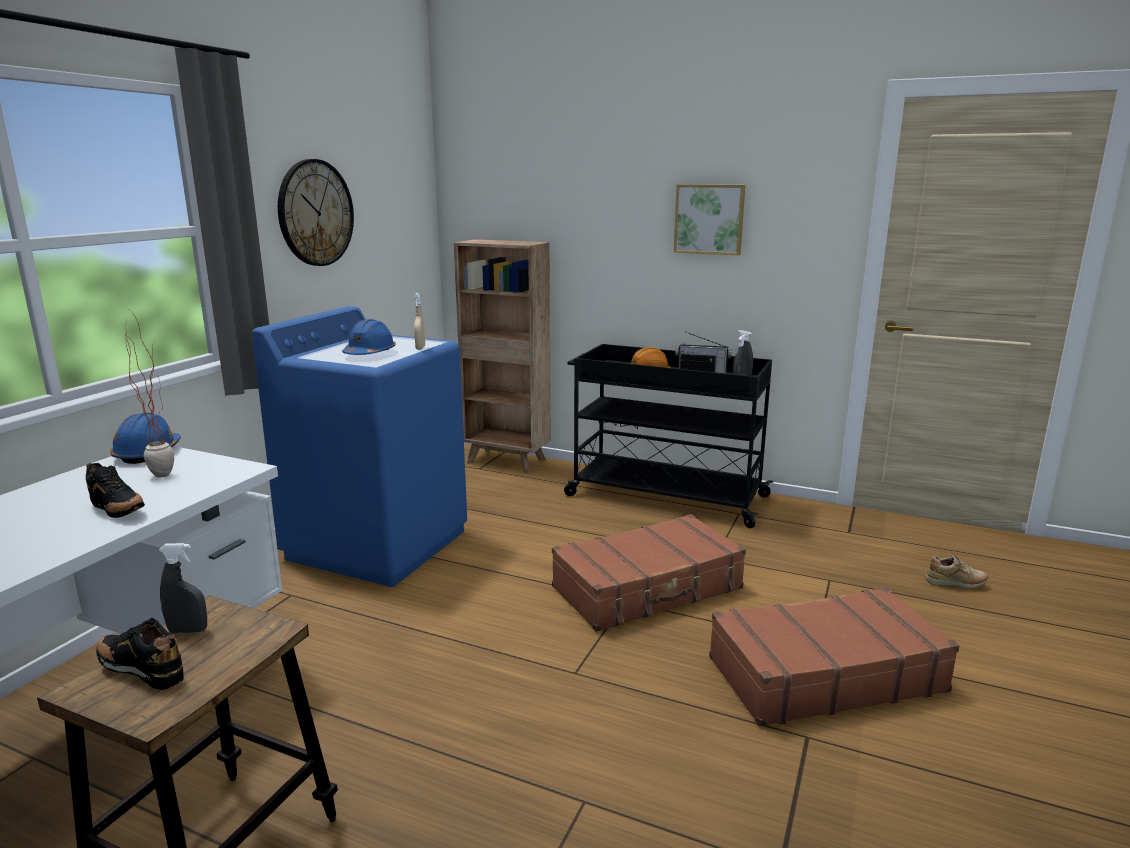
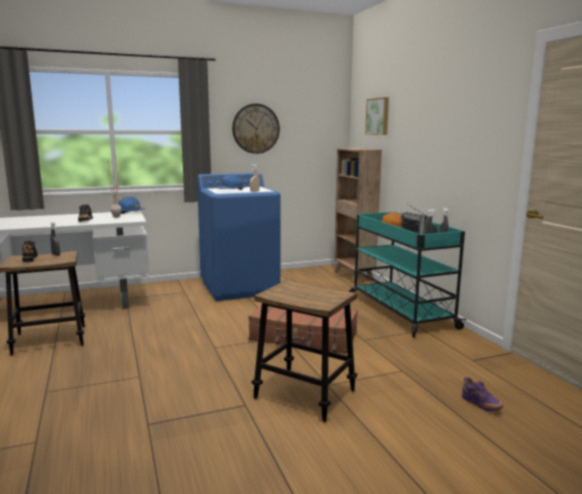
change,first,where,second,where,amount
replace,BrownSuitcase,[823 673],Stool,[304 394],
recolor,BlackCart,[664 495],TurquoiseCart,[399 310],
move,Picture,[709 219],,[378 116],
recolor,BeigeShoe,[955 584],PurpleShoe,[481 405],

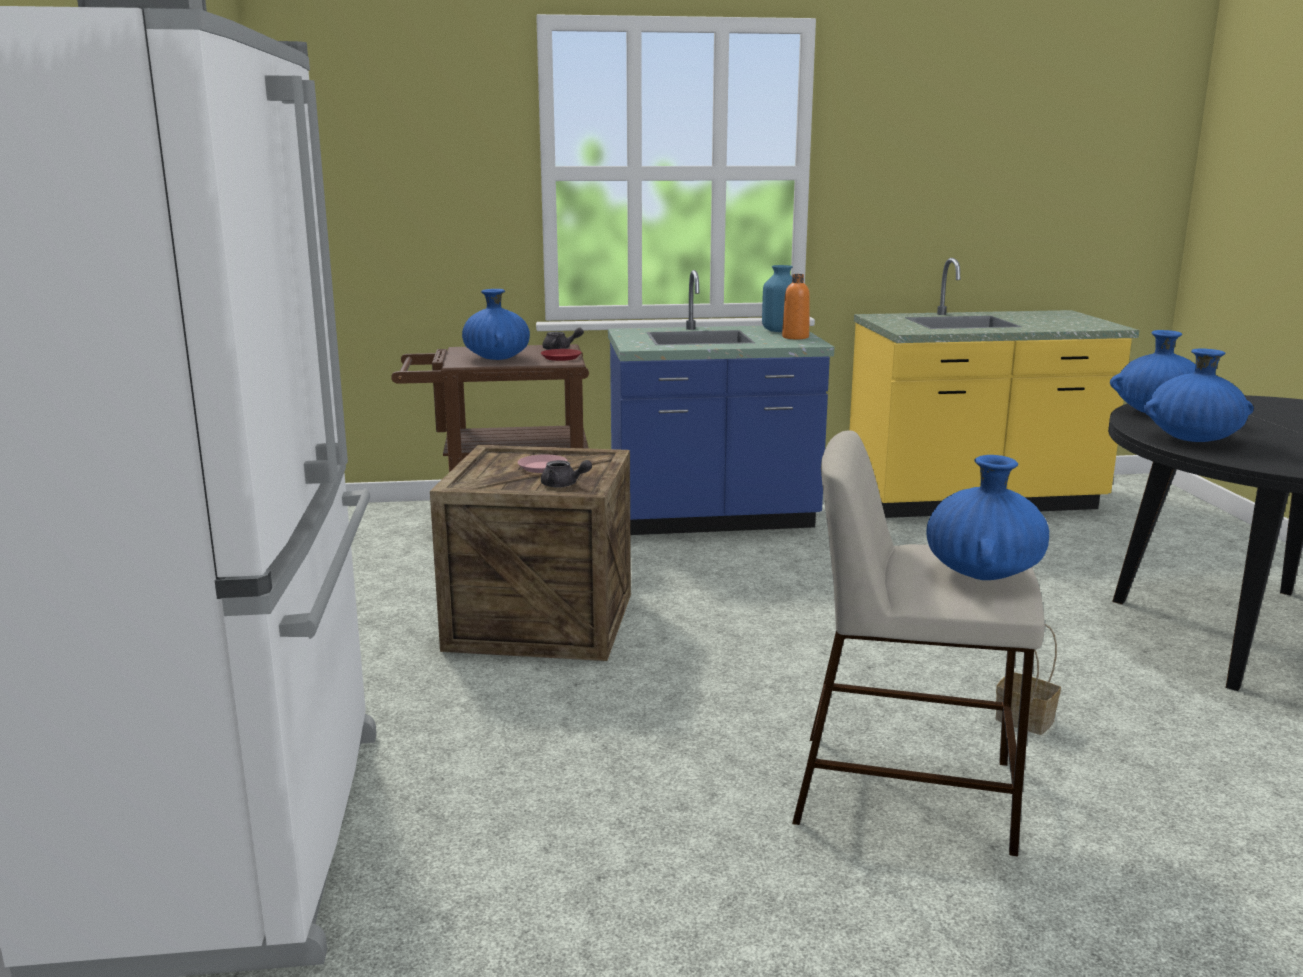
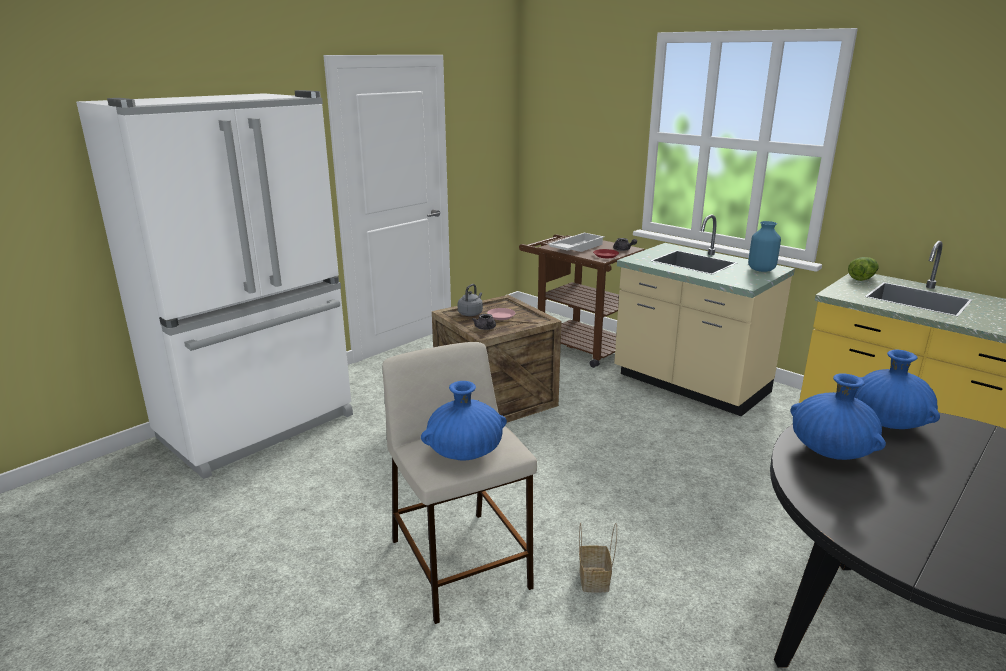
change,first,where,second,where,amount
insert,,,GreyKettle,[471 313],
replace,BlueVase,[496 358],WhiteTray,[575 248],
recolor,BlueCounter,[712 519],BeigeCounter,[689 385],
insert,,,Lettuce,[862 277],
delete,OrangeBottle,[795 337],,,

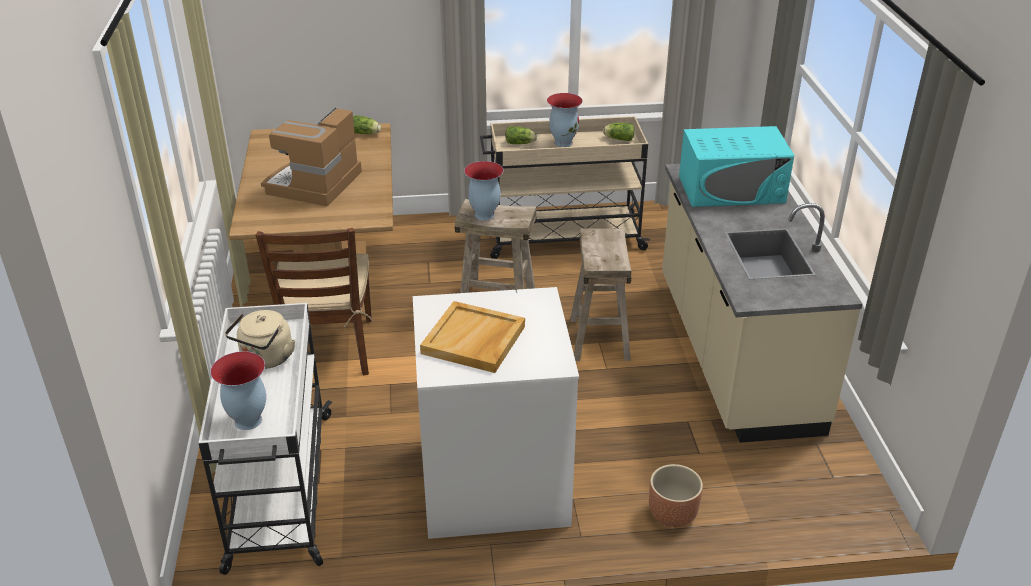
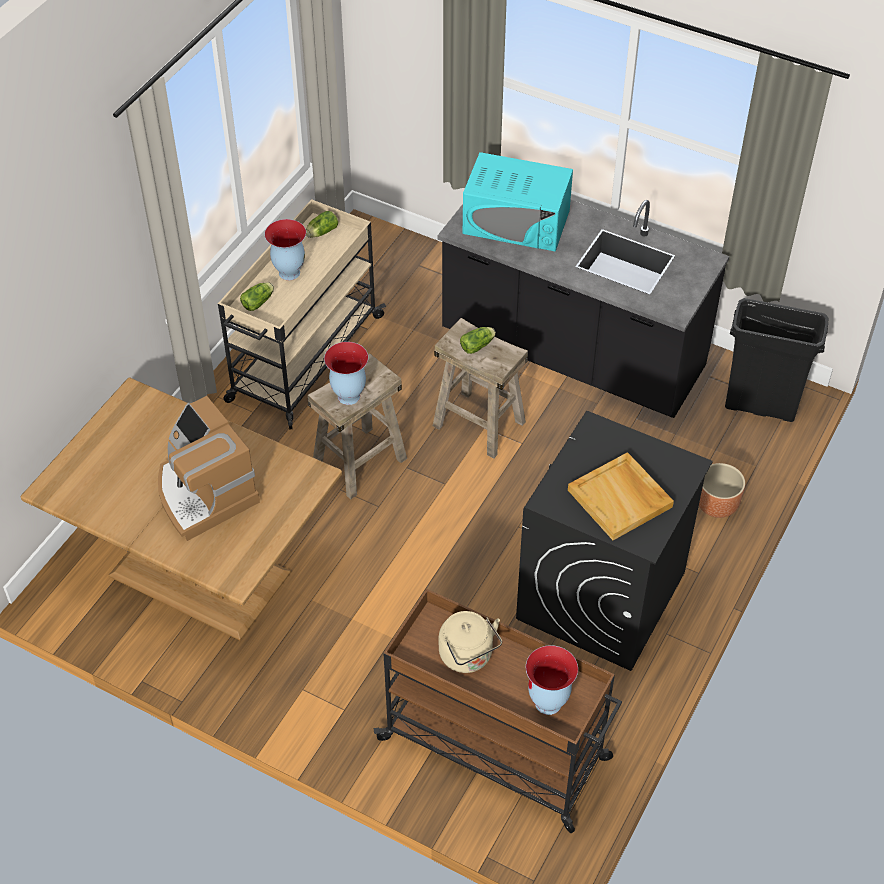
change,first,where,second,where,amount
recolor,WhiteCart,[280 491],BrownCart,[496 750],
recolor,BeigeCounter,[734 353],BlackCounter,[572 353],
move,Lettuce,[366 133],,[478 345],
rotate,TurquoiseMicrowave,[731 189],,[516 222],75 degrees clockwise
recolor,WhiteWashingMachine,[492 483],BlackWashingMachine,[601 596],
insert,,,BlackTrashCan,[761 406],
delete,BrownChair,[328 348],,,

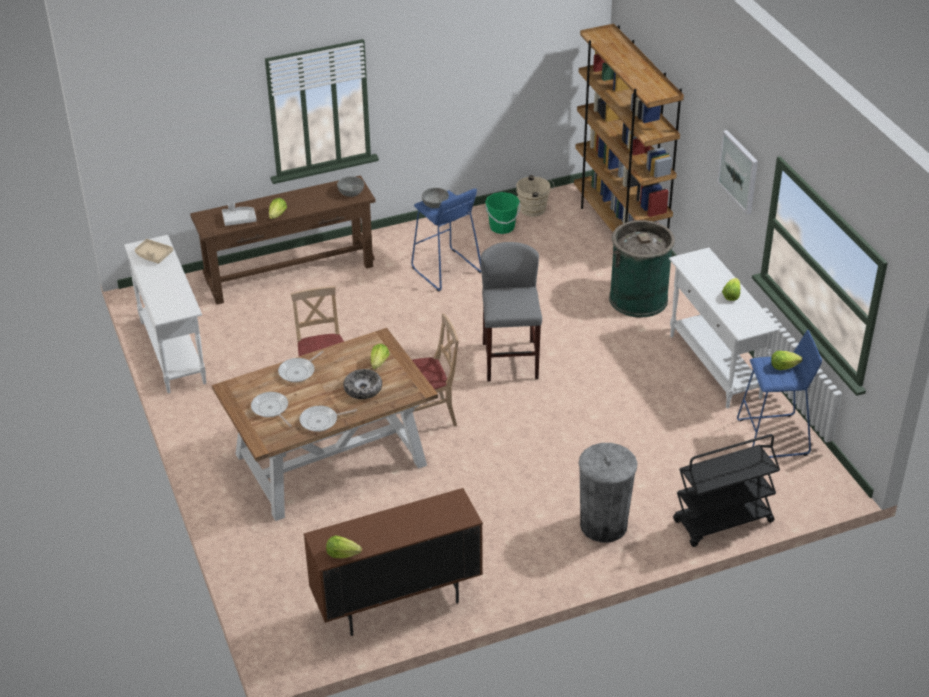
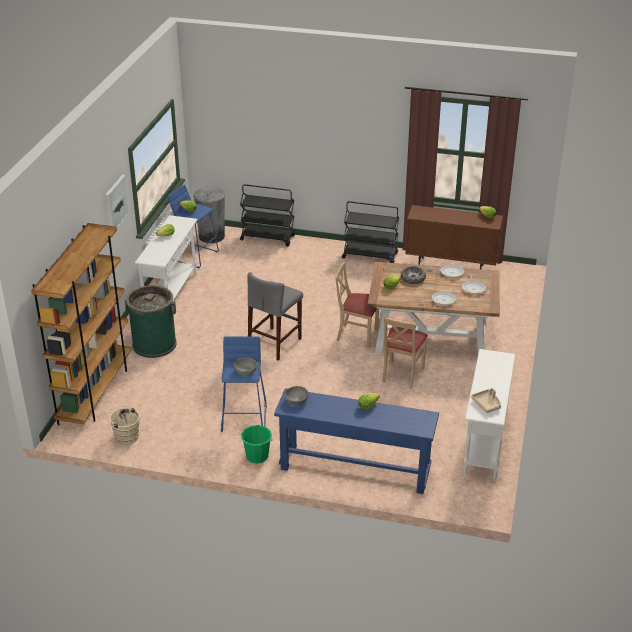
change,first,where,second,where,amount
move,GreyTrashCan,[603 525],,[211 236],
move,GreenBucket,[502 227],,[257 456],
recolor,BrownConsoleTable,[290 274],BlueConsoleTable,[355 469],
insert,,,BlackCart,[370 256],
delete,GreyTray,[239 219],,,

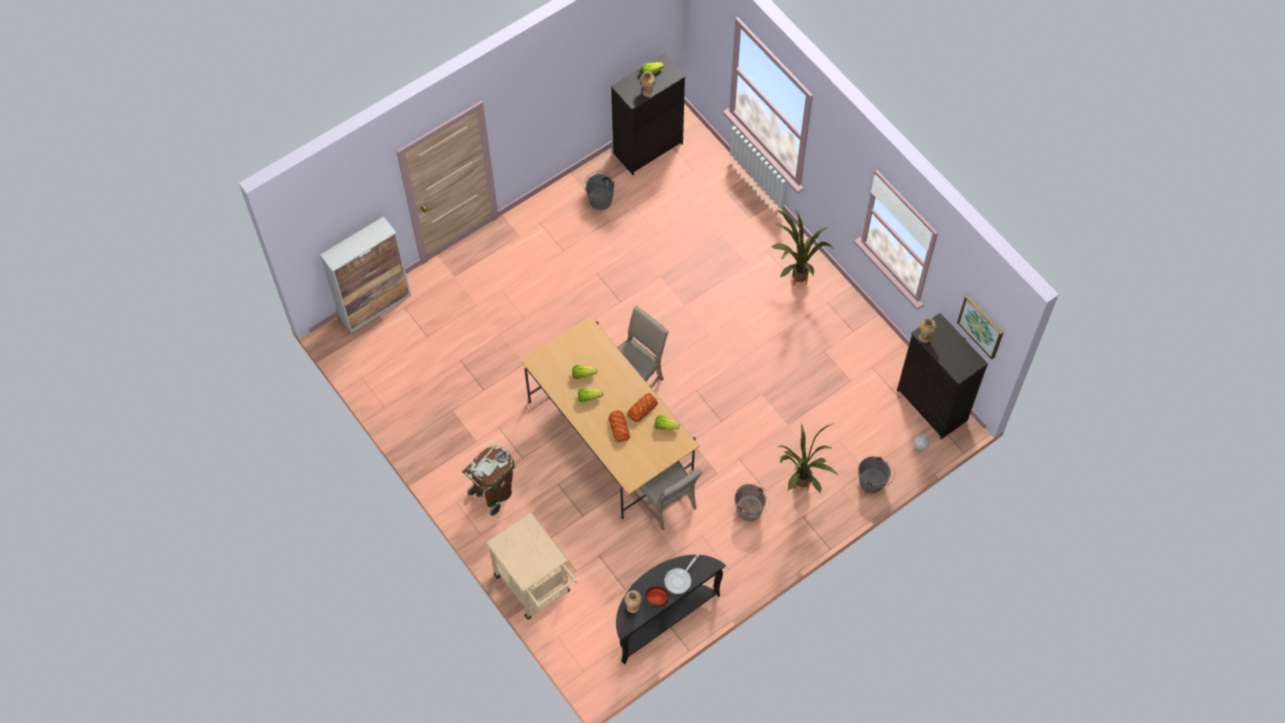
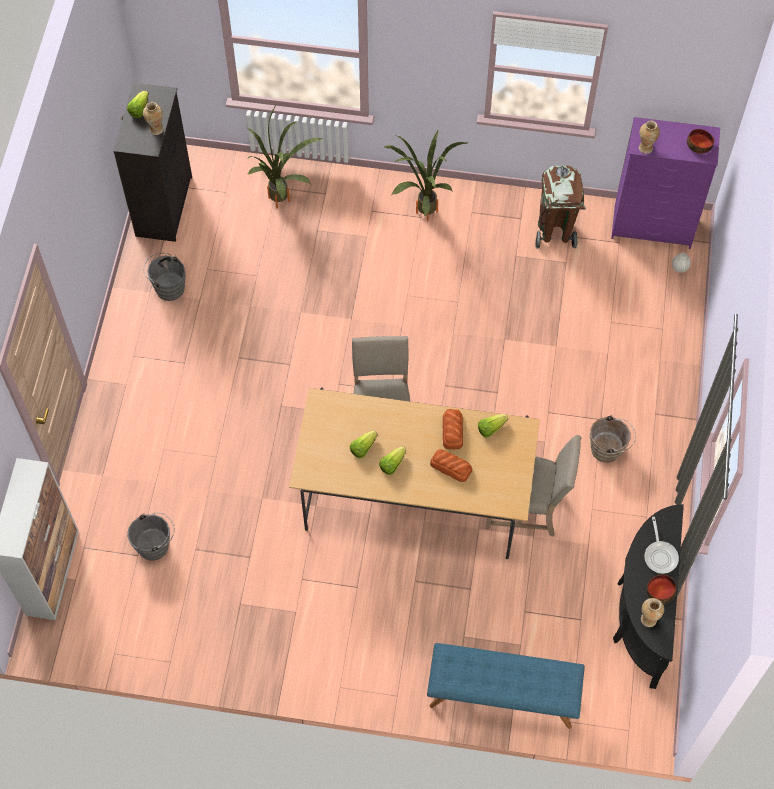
change,first,where,second,where,amount
move,GreyBucket,[873 483],,[156 545],
move,PottedPlant,[799 488],,[280 205],
replace,BeigeCart,[536 588],BlueBench,[502 696],
move,BrownTrashCan,[493 494],,[555 232],
recolor,BlackDresser,[932 406],PurpleDresser,[653 227],
insert,,,Bowl,[699 145],
delete,Picture,[981 326],,,

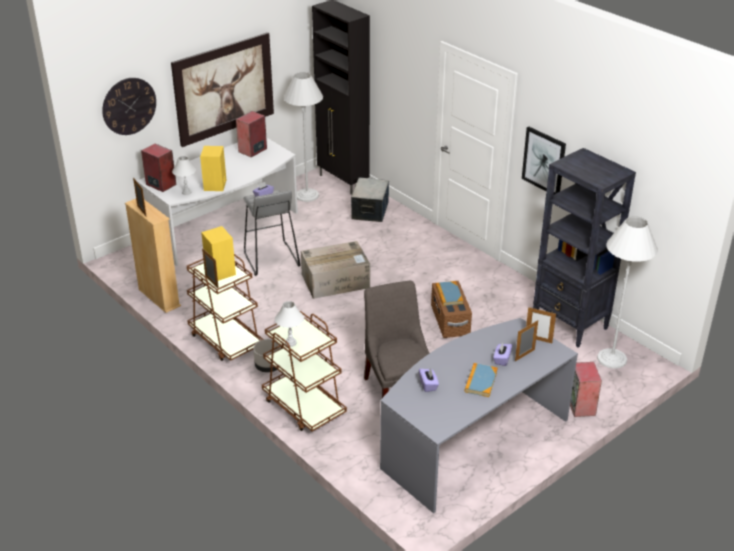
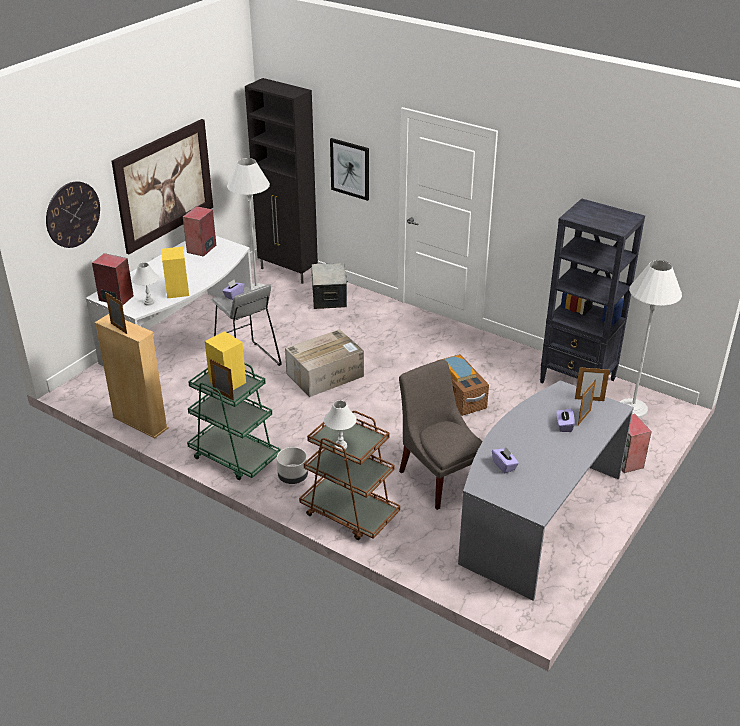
change,first,where,second,where,amount
recolor,BrownCart,[226 340],GreenCart,[234 457],
move,Picture,[544 161],,[350 169],
delete,Book,[480 381],,,

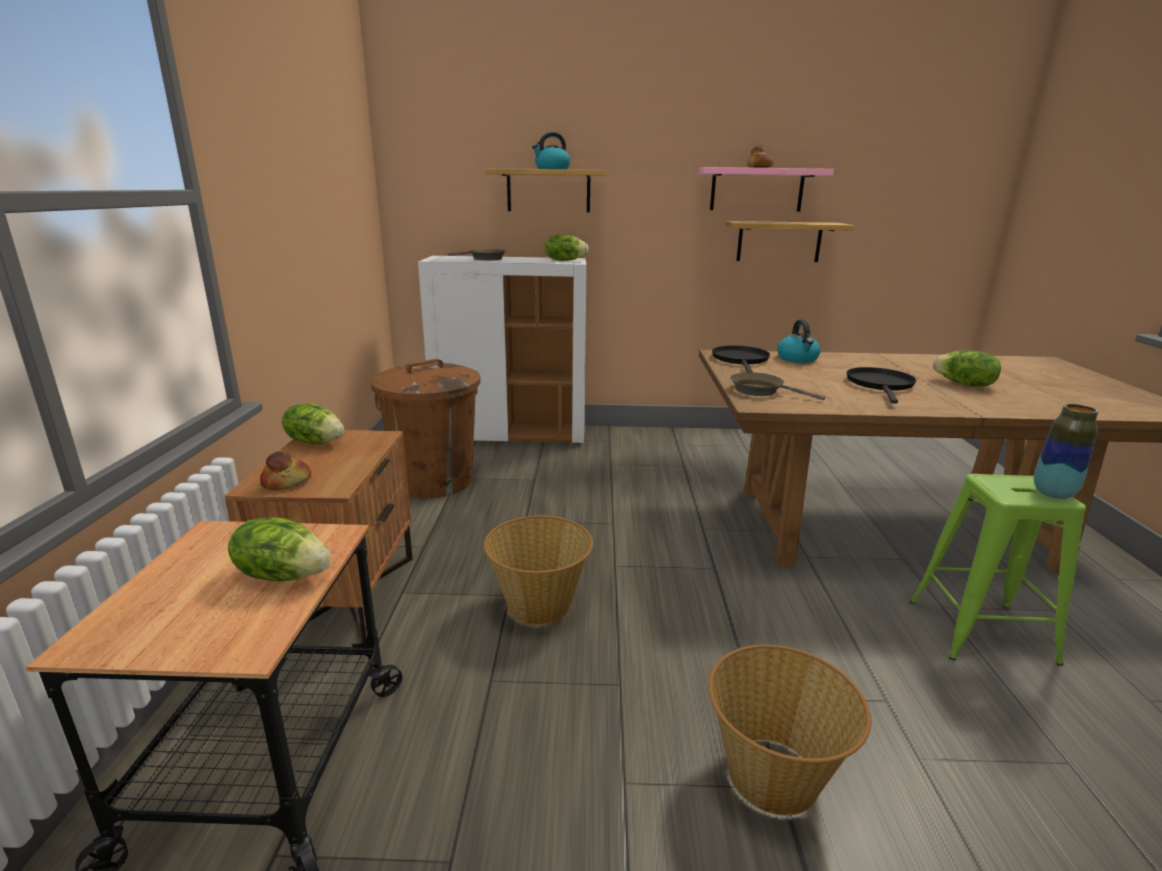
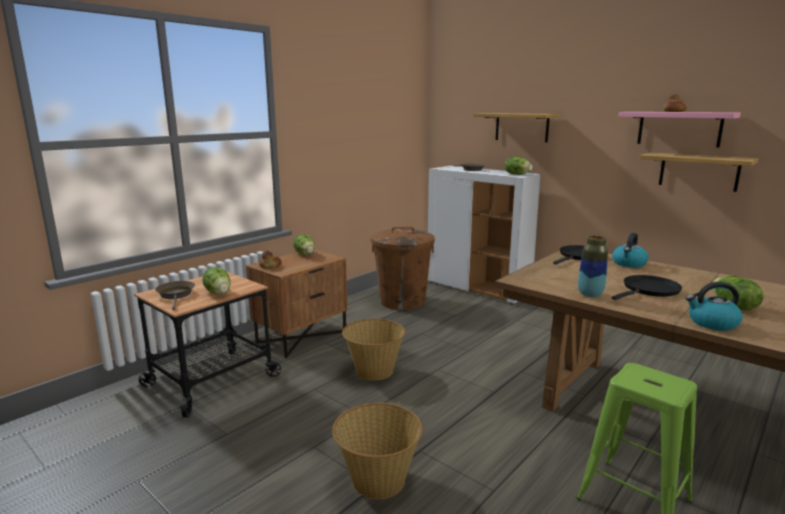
change,first,where,second,where,amount
move,BrownFryingPan,[761 391],,[176 295],
move,Vase,[1053 493],,[590 294],
move,Kettle,[552 169],,[712 323],

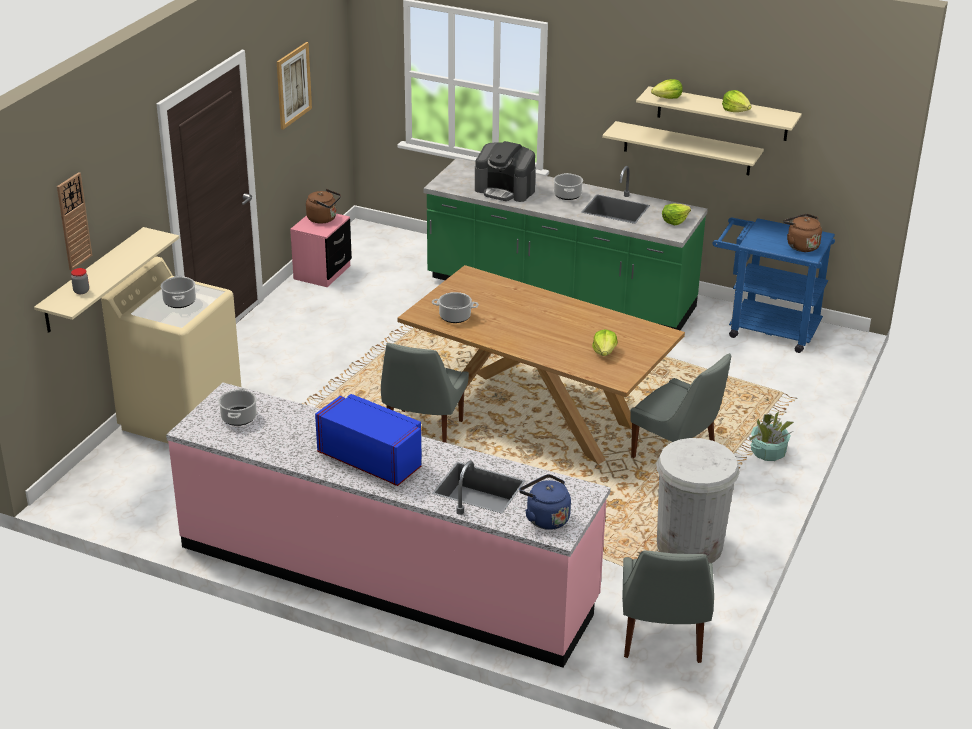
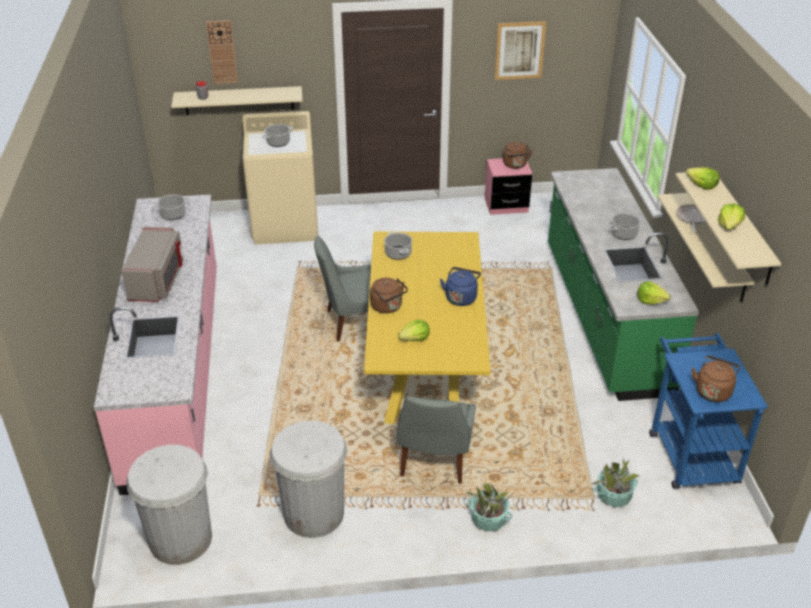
change,first,where,second,where,amount
recolor,BlueMicrowave,[372 459],GreyMicrowave,[158 280],
replace,GreyChair,[662 640],WhiteTrashCan,[180 539],
recolor,BrownDiningTable,[536 414],YellowDiningTable,[424 366],
insert,,,BrownKettle,[388 307],
move,BlueKettle,[545 518],,[461 297],
insert,,,PottedPlant,[614 496],
insert,,,FryingPan,[692 218],
delete,CoffeeMachine,[505 190],,,

